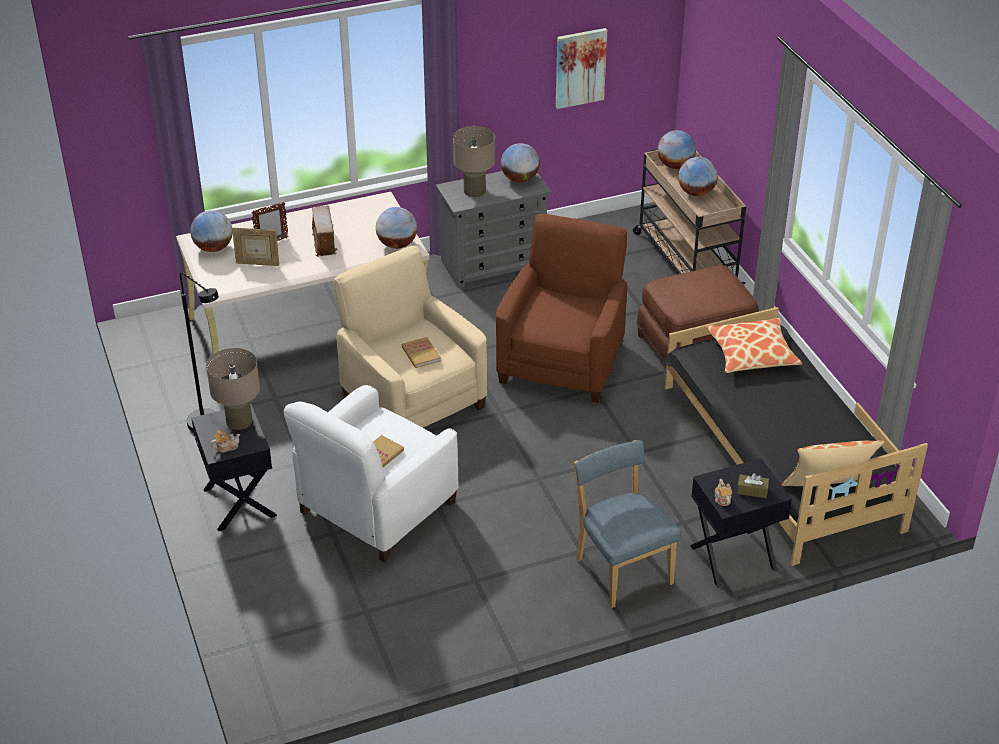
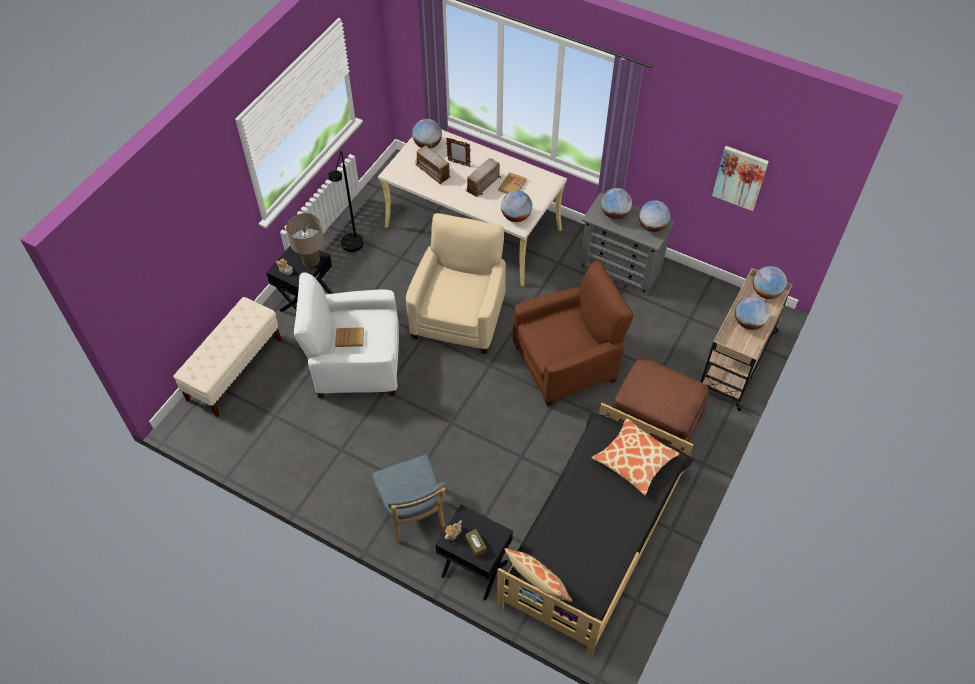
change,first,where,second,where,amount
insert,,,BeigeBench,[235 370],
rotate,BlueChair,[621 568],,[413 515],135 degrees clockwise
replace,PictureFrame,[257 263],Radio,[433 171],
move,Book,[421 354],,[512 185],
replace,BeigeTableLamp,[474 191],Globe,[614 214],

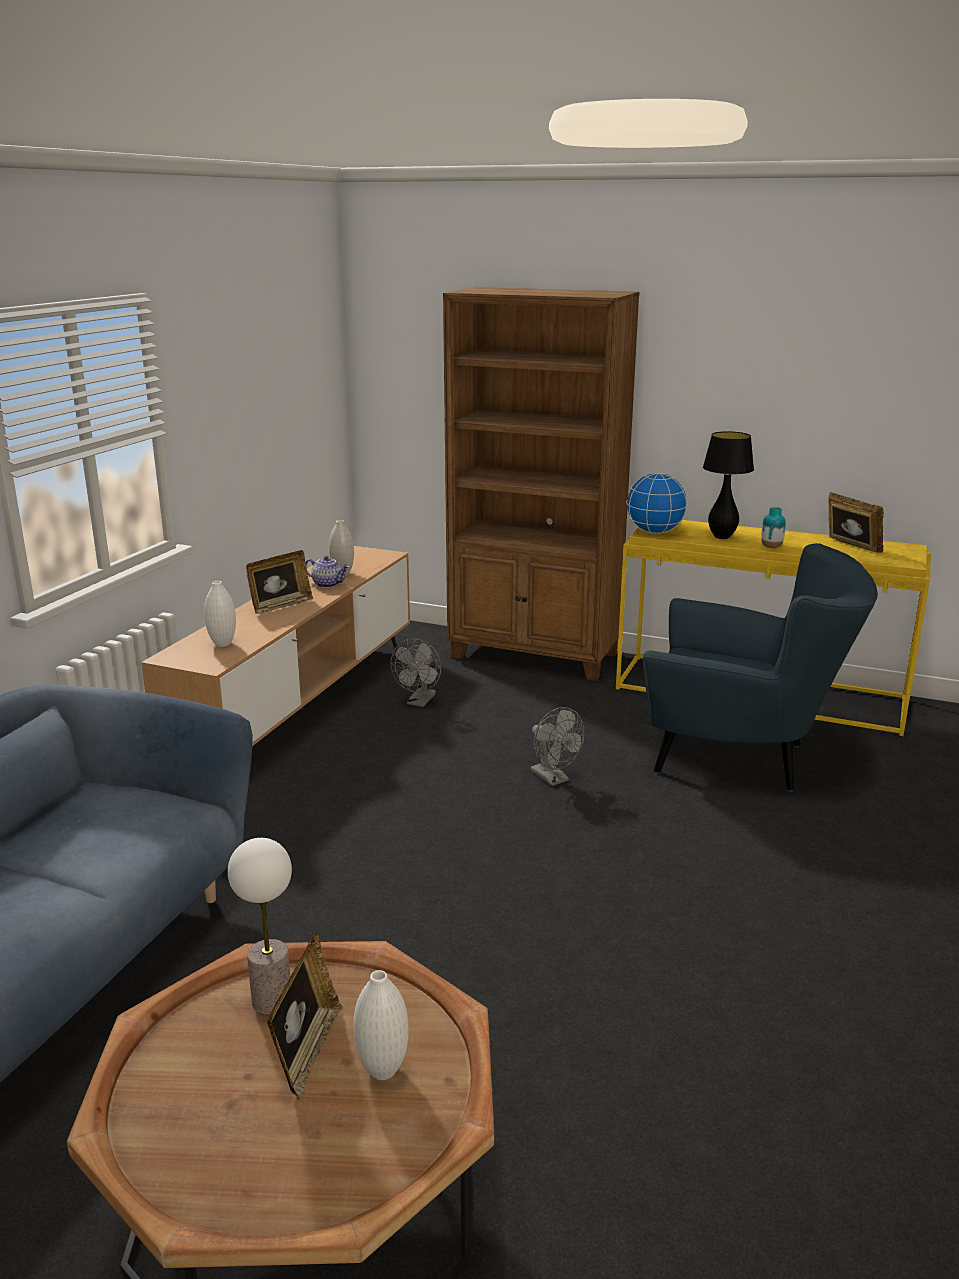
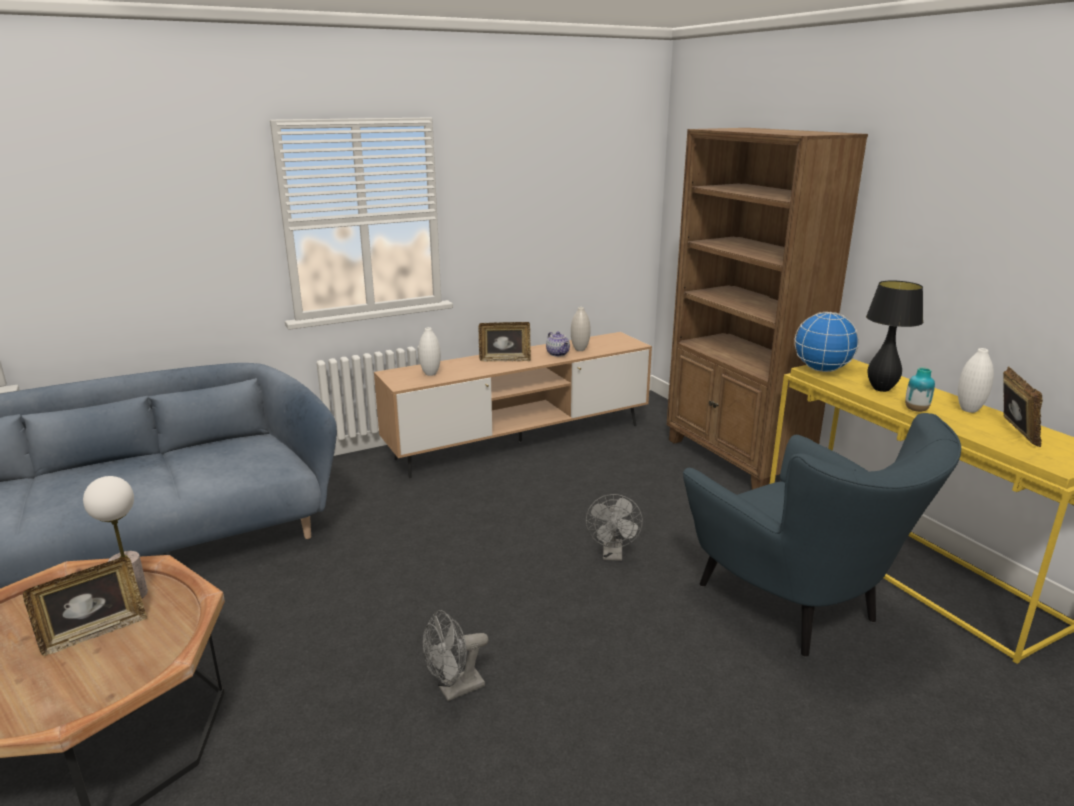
change,first,where,second,where,amount
move,GreyFan,[419 702],,[455 690],
move,WhiteVase,[383 1070],,[969 410],

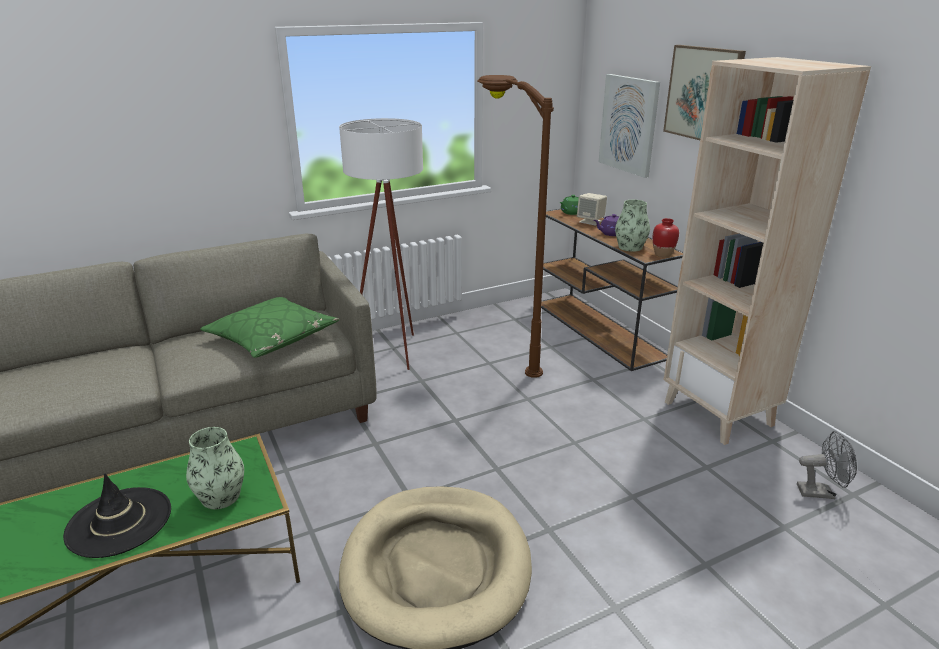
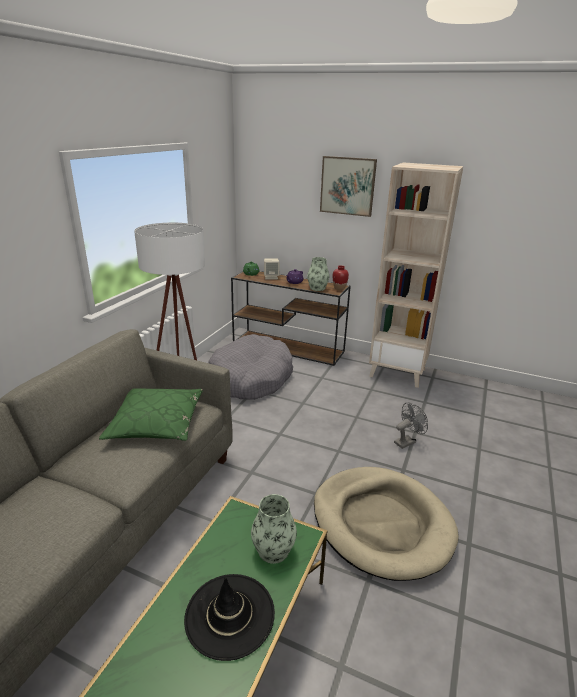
change,first,where,second,where,amount
replace,BrownFloorLamp,[503 349],GreyDogBed,[251 378],
move,GreyFan,[821 492],,[407 441],
delete,Picture,[629 124],,,

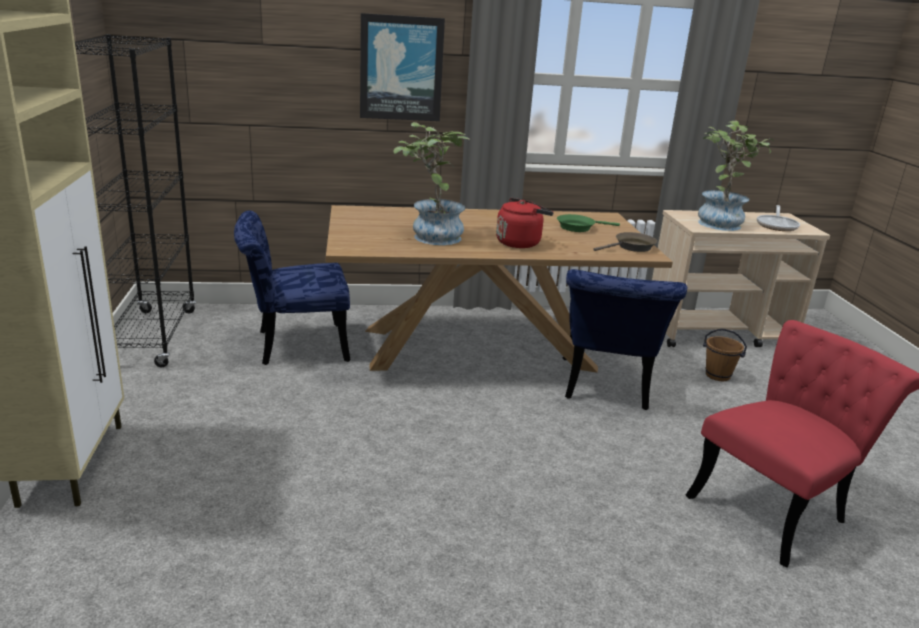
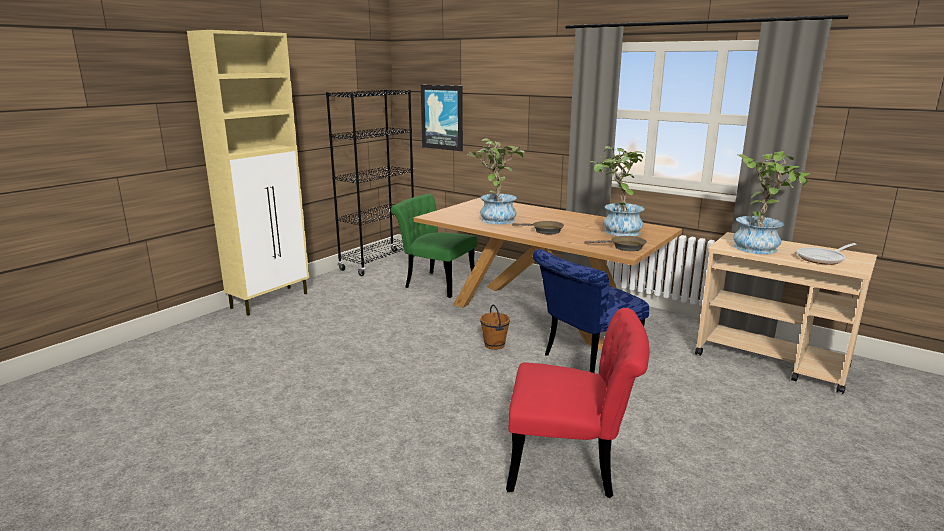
change,first,where,second,where,amount
recolor,BlueChair,[293 345],GreenChair,[435 283],
move,Picture,[401 68],,[442 117],
move,BrownBucket,[718 375],,[495 345],
replace,RedKettle,[520 243],BrownFryingPan,[544 231],
replace,GreenFryingPan,[578 227],PottedPlant,[616 231],

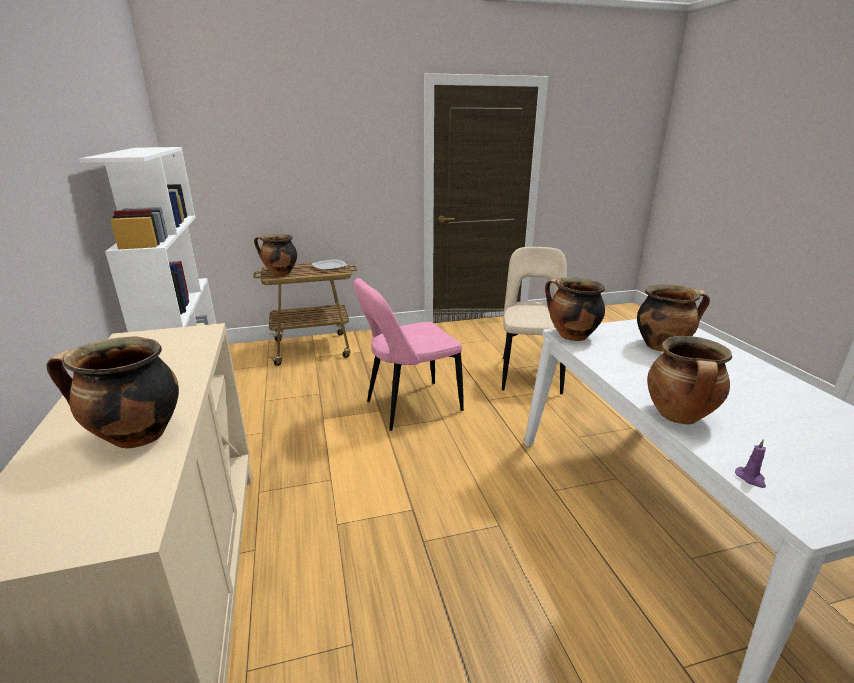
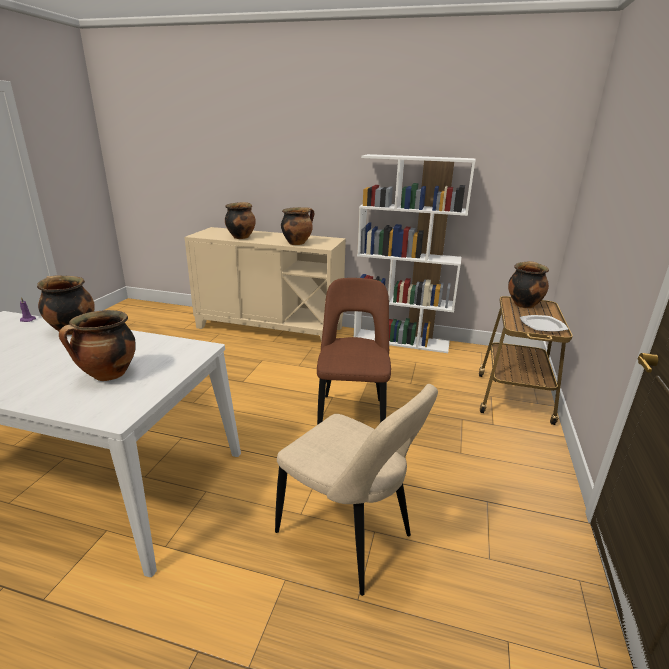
change,first,where,second,where,amount
move,CookingPot,[571 336],,[297 243],
recolor,PinkChair,[409 407],BrownChair,[352 416],

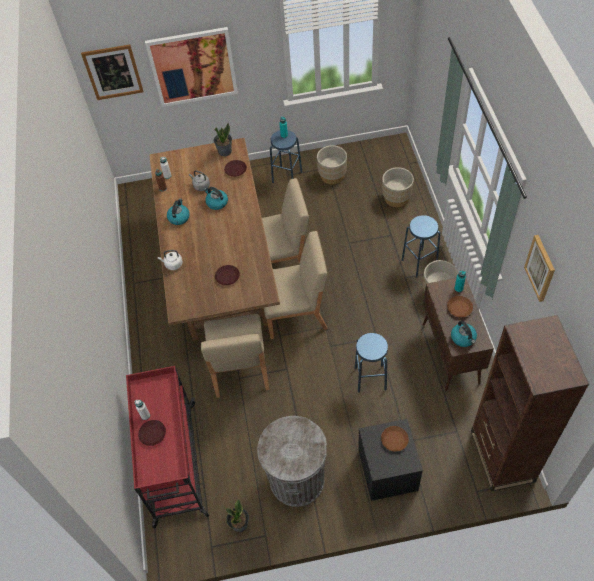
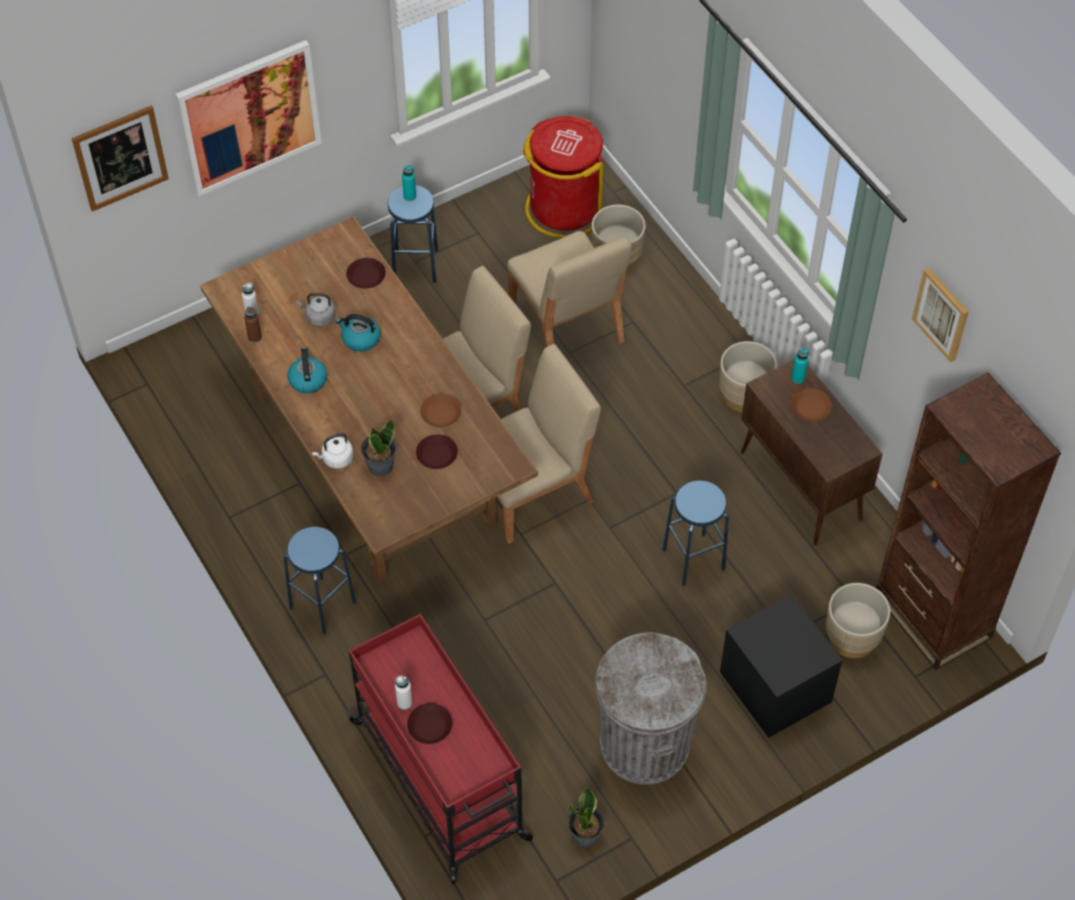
change,first,where,second,where,amount
move,BlueStool,[419 263],,[323 605],
move,PottedPlant,[224 151],,[380 465],
move,BrownPlate,[394 439],,[441 413],
move,BeigeChair,[239 368],,[566 326],
insert,,,RedTrashCan,[564 209],
move,BeigePlanter,[332 175],,[852 637],
delete,Kettle,[463 338],,,

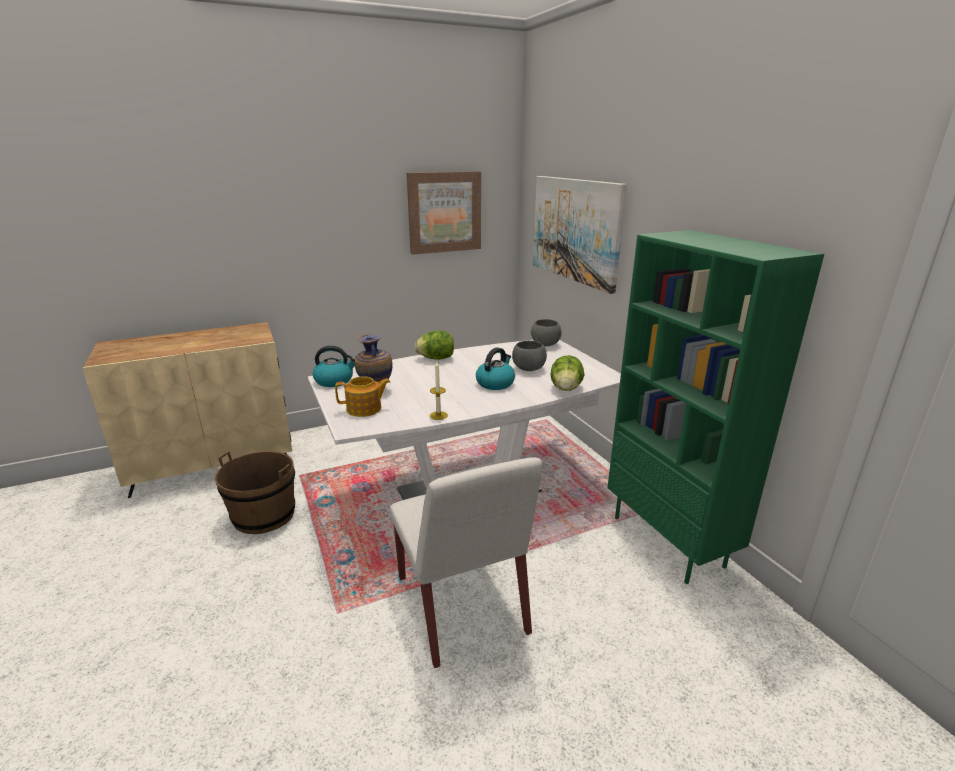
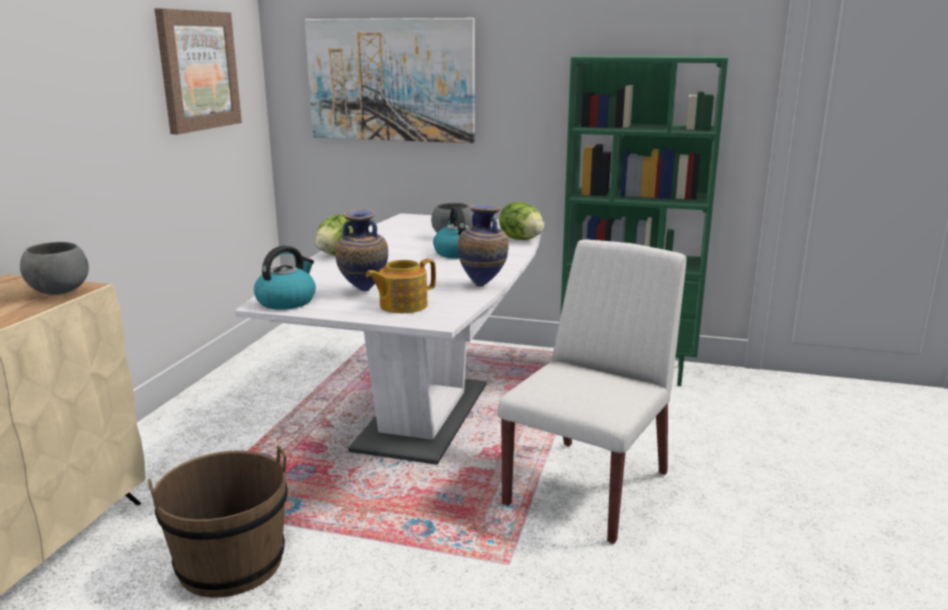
change,first,where,second,where,amount
move,GreyBowl,[545 345],,[58 292],
rotate,Teapot,[365 409],,[402 305],150 degrees counterclockwise
replace,Candle,[438 415],Vase,[483 285],
rotate,WhiteChair,[462 606],,[588 487],75 degrees counterclockwise

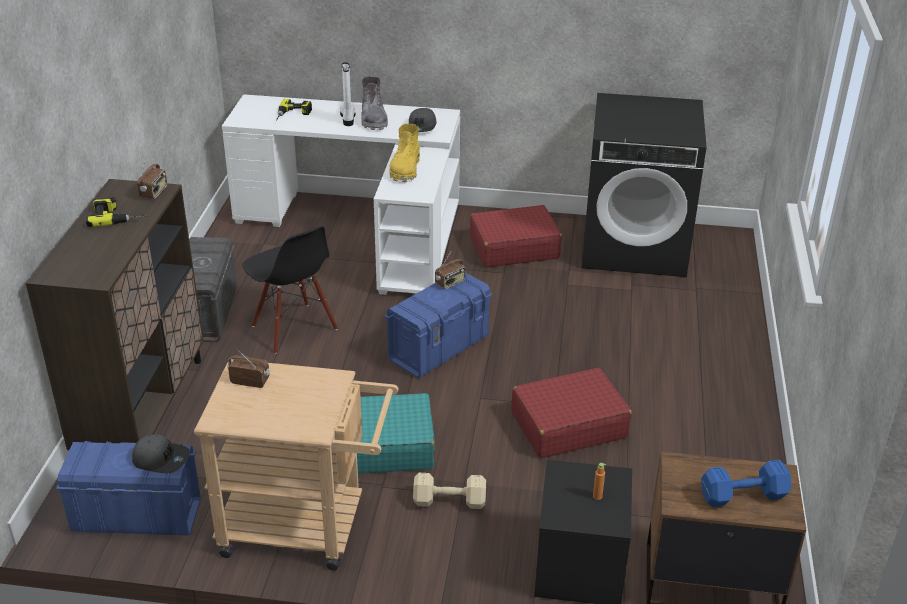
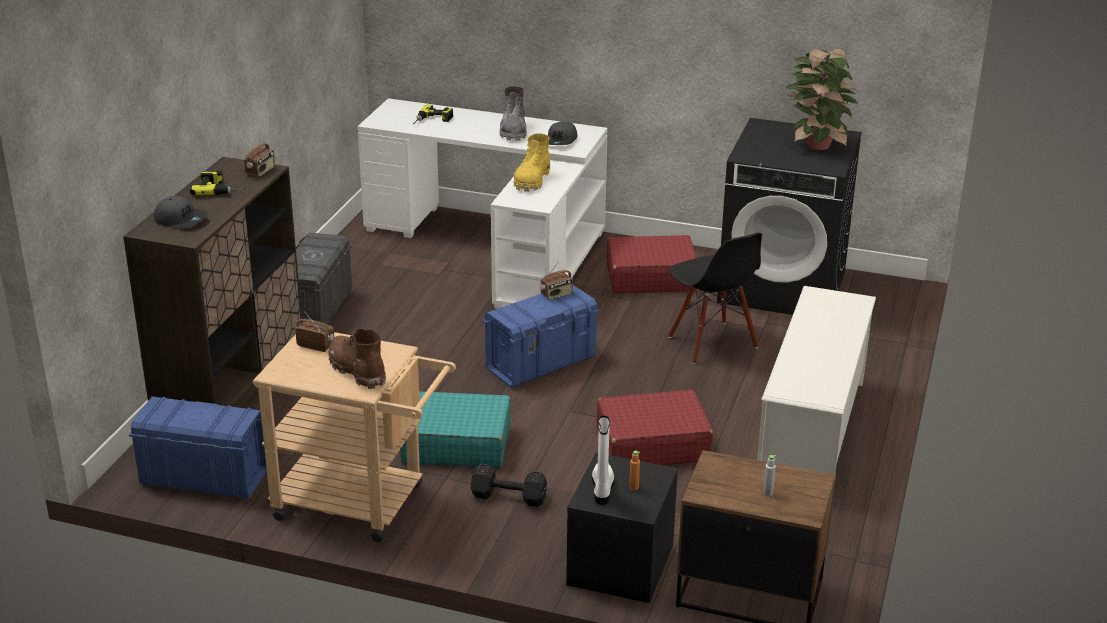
change,first,where,second,where,amount
move,GreyCap,[161 459],,[181 220],
insert,,,BrownBoot,[357 370],
recolor,BeigeDumbbell,[448 500],BlackDumbbell,[507 496],
move,WhiteBoot,[348 118],,[602 488],
move,BlackChair,[294 328],,[711 343],
insert,,,WhiteShoeRack,[812 431],
replace,BlueDumbbell,[741 495],GreyBottle,[768 493],
insert,,,PottedPlant,[816 146],

